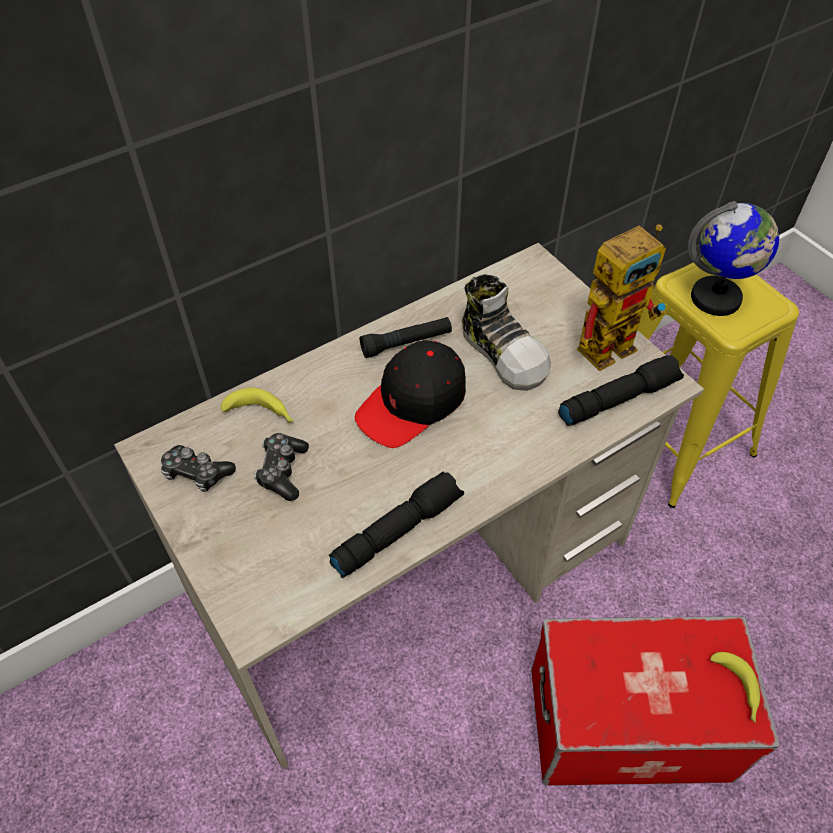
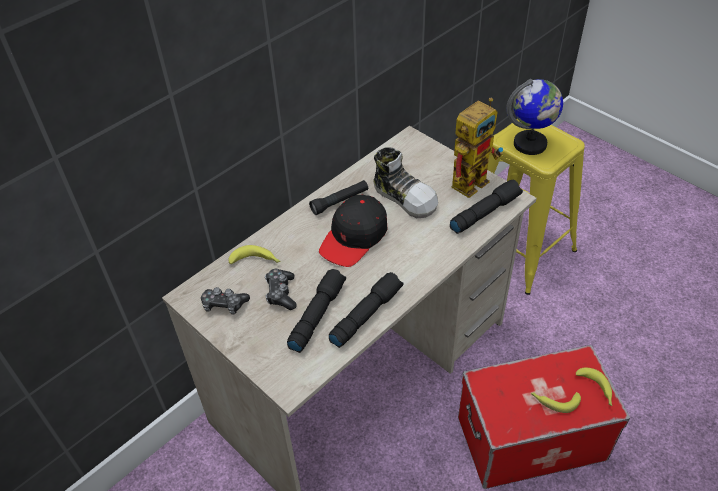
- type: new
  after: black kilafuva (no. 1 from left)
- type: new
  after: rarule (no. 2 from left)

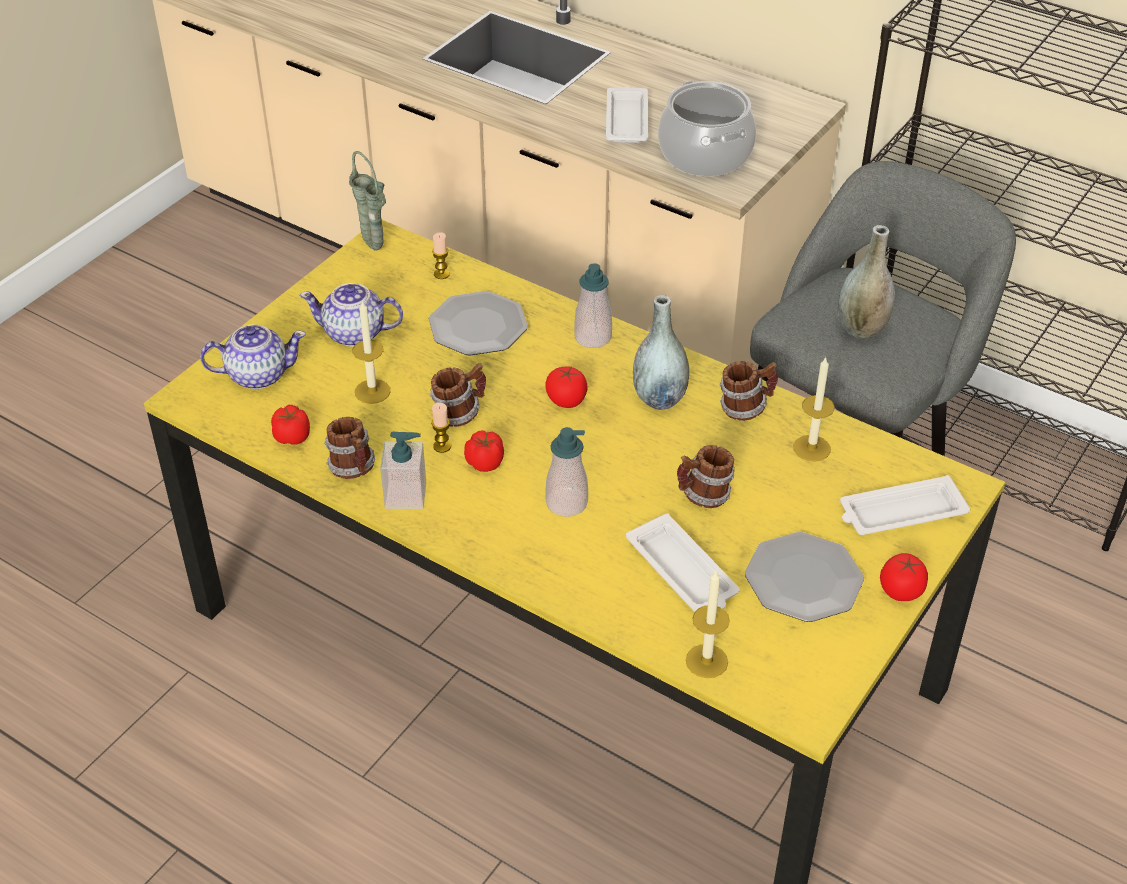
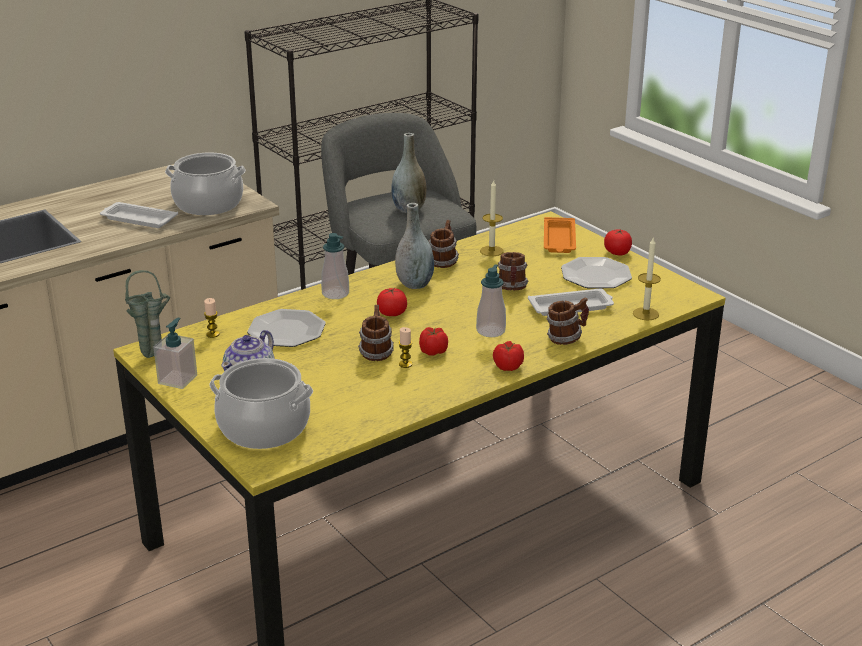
- type: gone
  before: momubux (no. 1 from left)
- type: swapped
  before: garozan (no. 1 from left)
  after: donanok (no. 2 from left)
- type: shifted
  before: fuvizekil (no. 1 from left in the first image)
  after: fuvizekil (no. 3 from left)
- type: shifted
  before: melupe (no. 1 from left in the first image)
  after: melupe (no. 4 from left)
- type: shifted
  before: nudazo (no. 1 from left)
- type: repainted
  before: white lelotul (no. 3 from left)
  after: orange lelotul

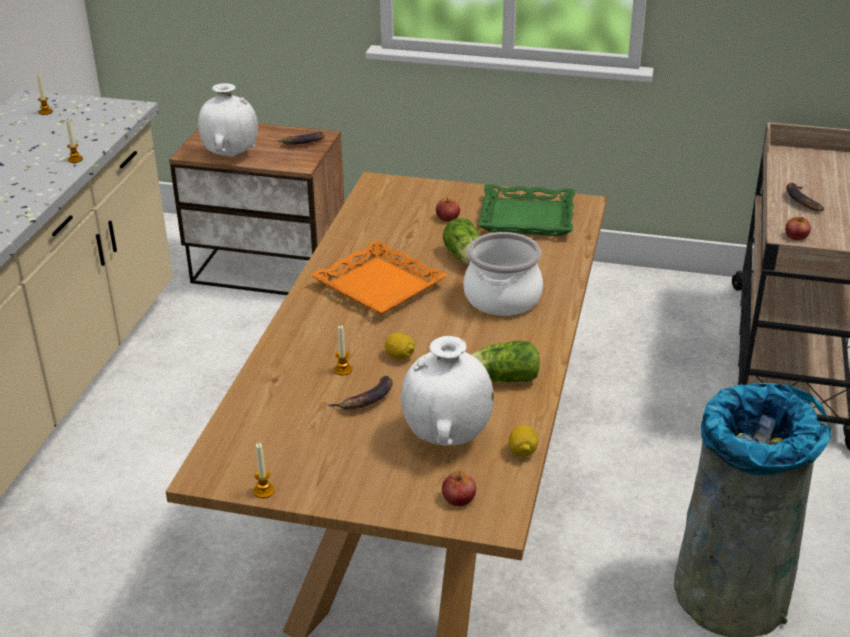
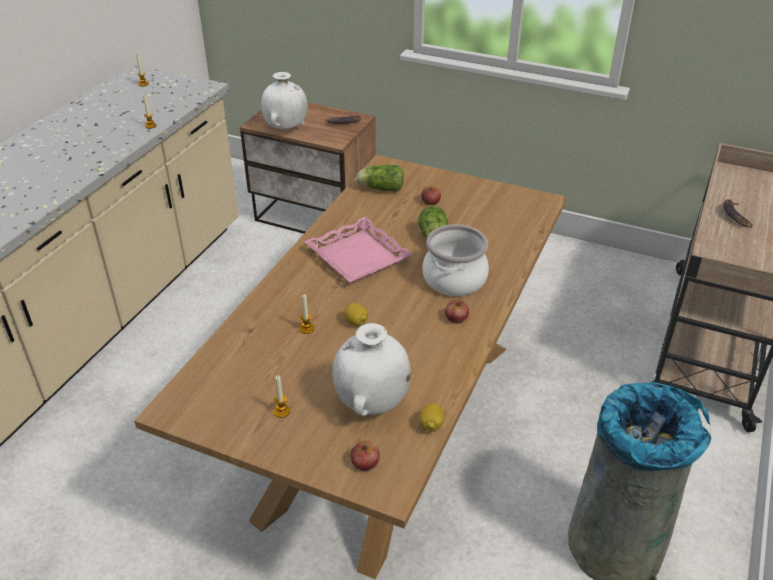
- type: gone
  before: green lelotul
- type: shifted
  before: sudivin (no. 3 from left)
- type: repainted
  before: orange lelotul
  after: pink lelotul
- type: shifted
  before: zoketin (no. 2 from left in the first image)
  after: zoketin (no. 1 from left)
- type: gone
  before: rarule (no. 2 from left)
- type: shifted
  before: momubux (no. 3 from left)

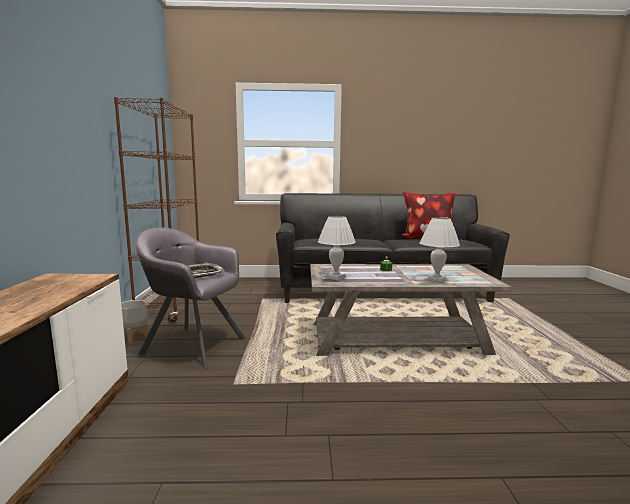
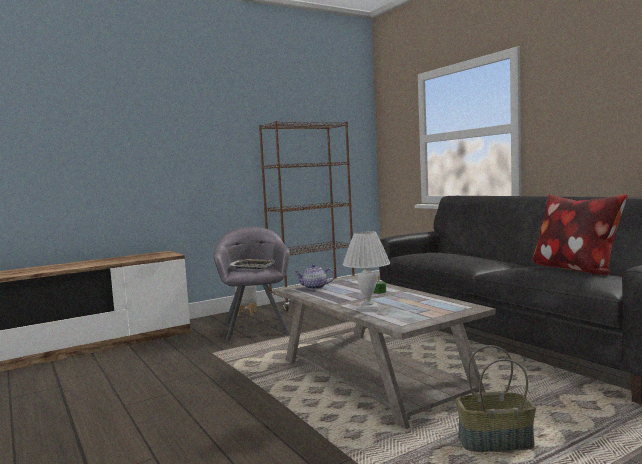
- type: swapped
  before: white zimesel (no. 1 from left)
  after: garozan
- type: new
  after: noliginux

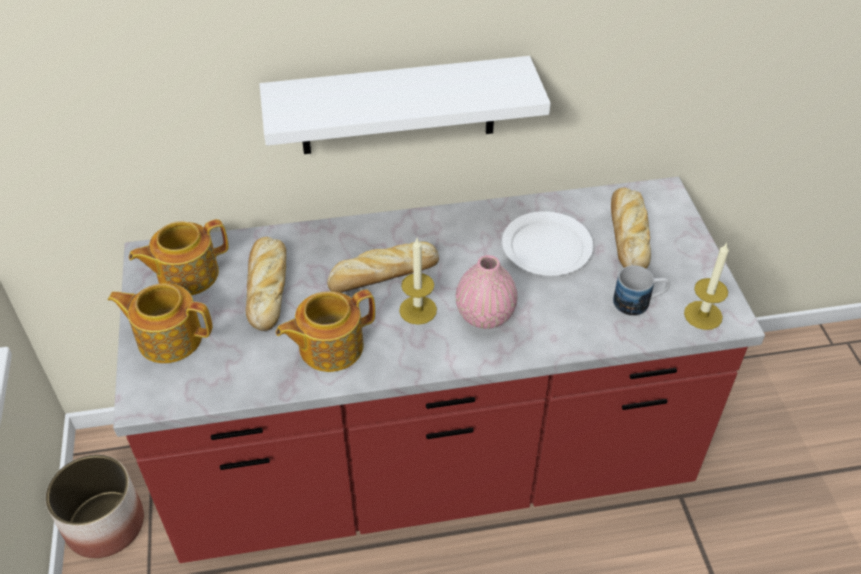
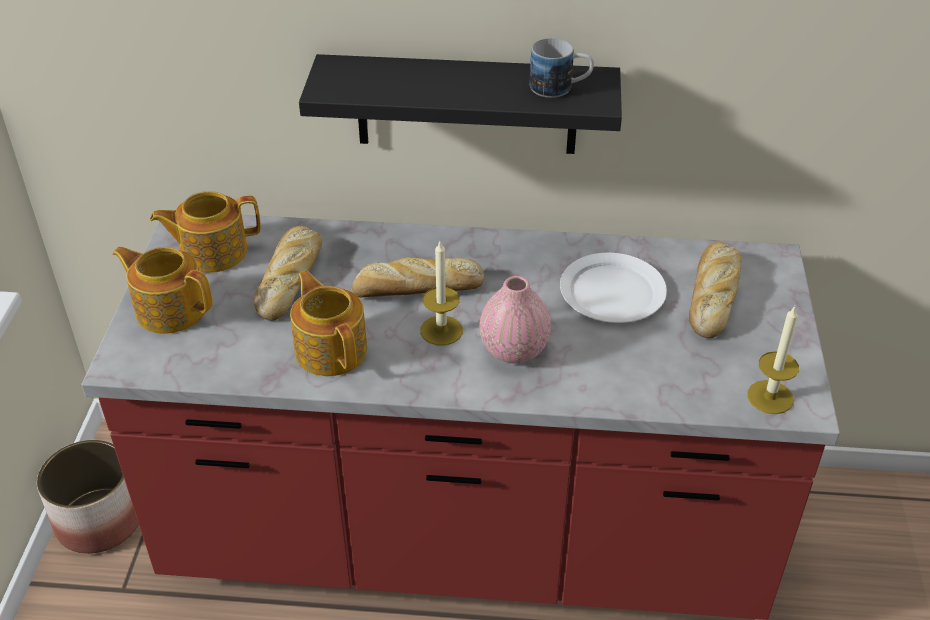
- type: repainted
  before: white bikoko
  after: black bikoko
- type: shifted
  before: melupe
- type: rotated
  before: garozan (no. 3 from left)
  turn: 75

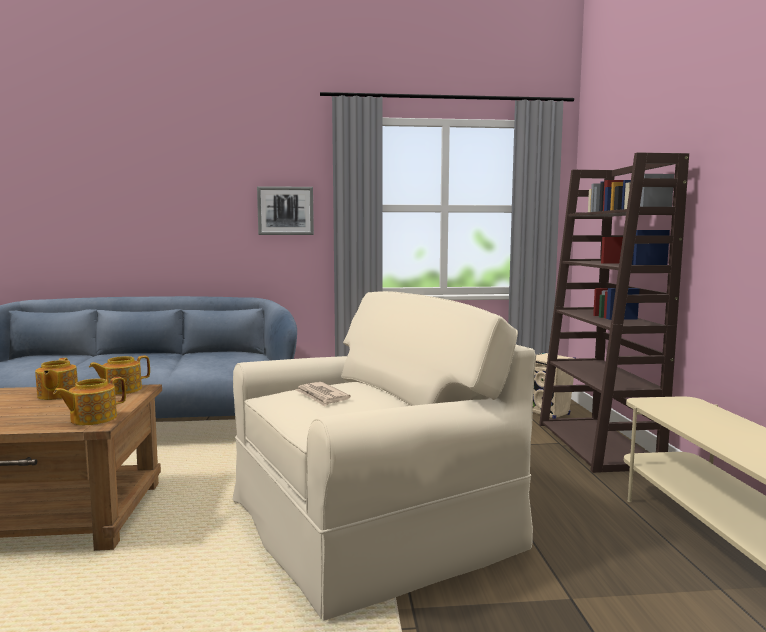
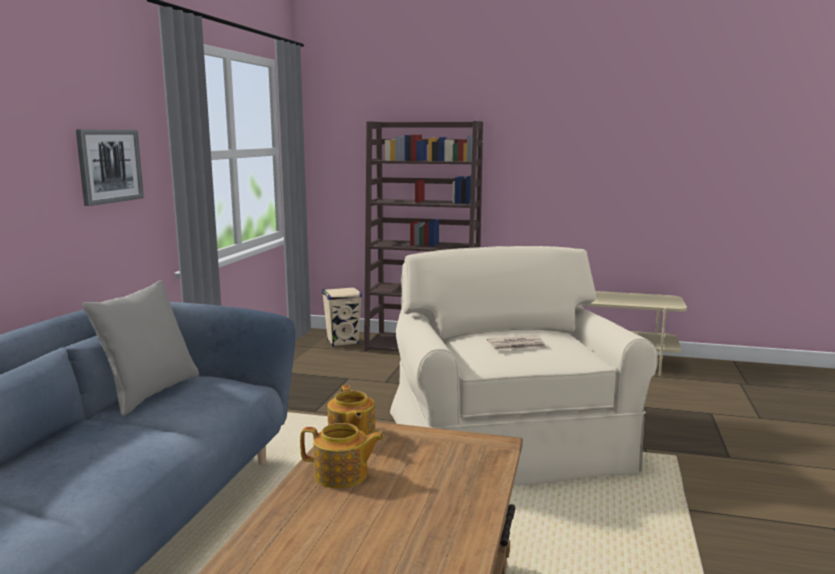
- type: gone
  before: garozan (no. 2 from left)
- type: new
  after: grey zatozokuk

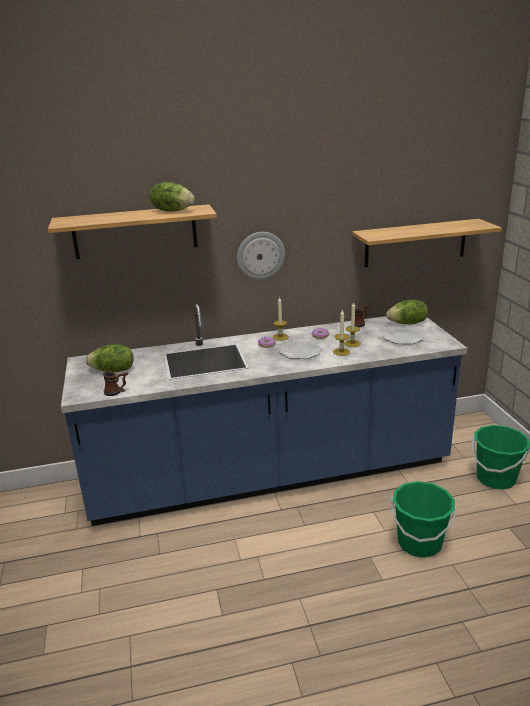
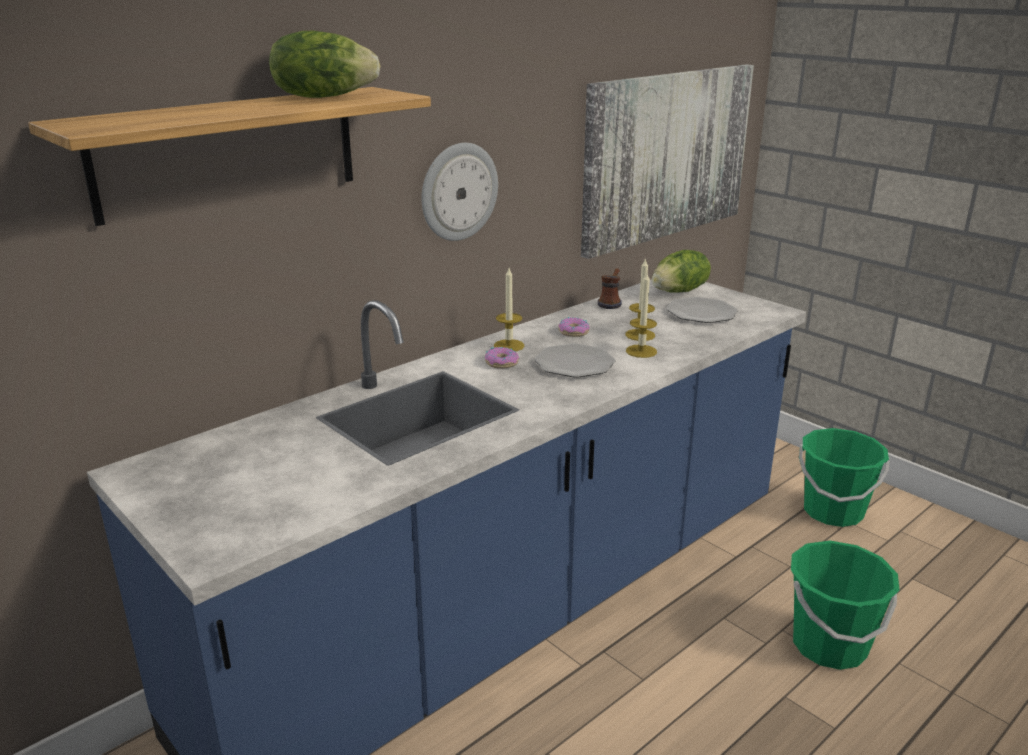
- type: swapped
  before: bikoko (no. 2 from left)
  after: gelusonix
- type: gone
  before: zoketin (no. 1 from left)
- type: gone
  before: melupe (no. 1 from left)

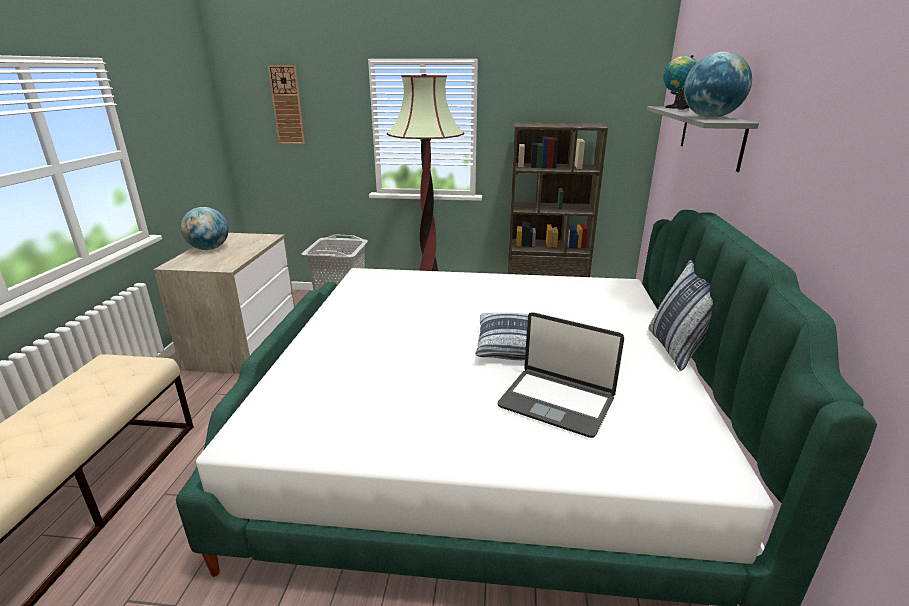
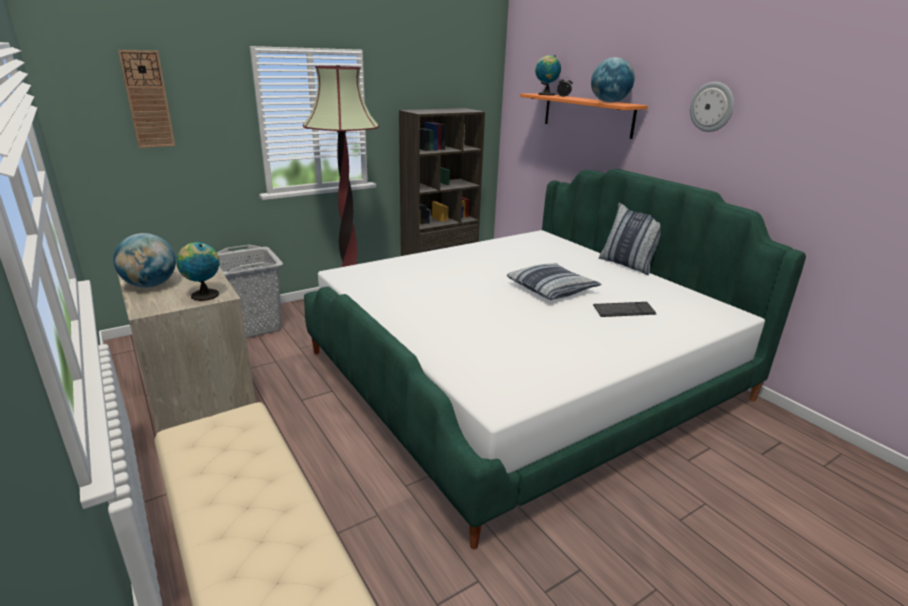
- type: repainted
  before: grey bikoko
  after: orange bikoko
- type: swapped
  before: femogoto
  after: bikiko
- type: new
  after: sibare (no. 2 from left)
- type: new
  after: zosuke (no. 2 from left)

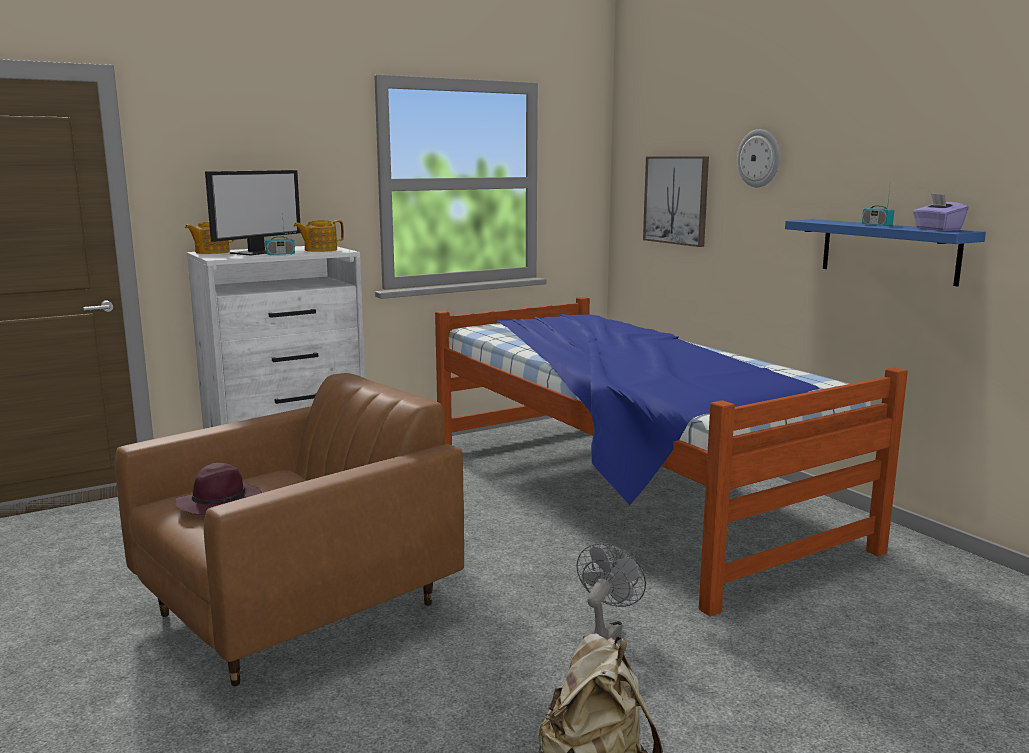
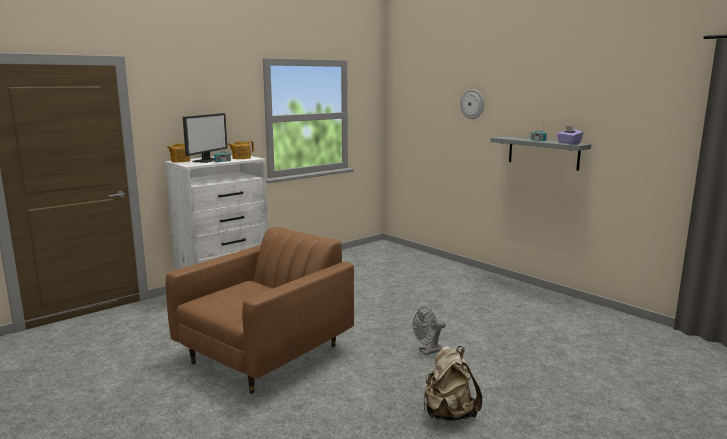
- type: gone
  before: gelusonix
- type: repainted
  before: blue bikoko
  after: grey bikoko
- type: gone
  before: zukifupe
- type: gone
  before: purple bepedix
- type: rotated
  before: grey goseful
  turn: -135

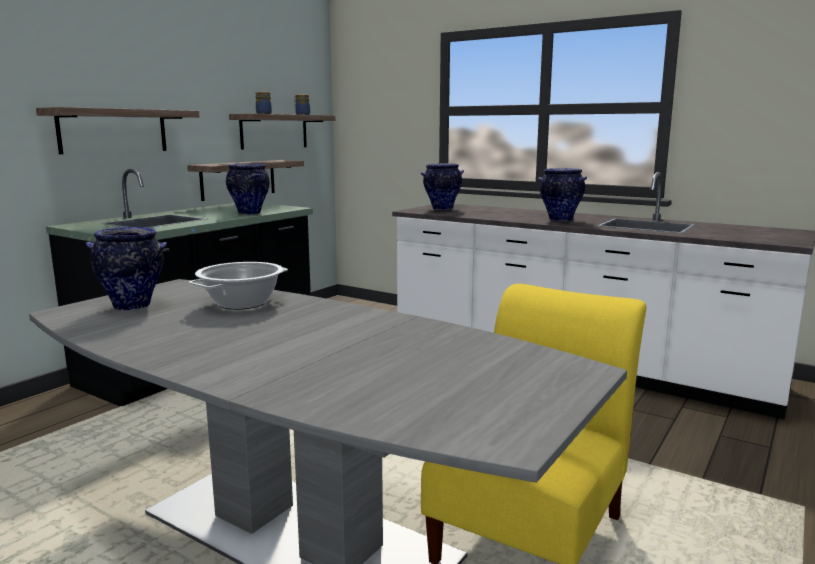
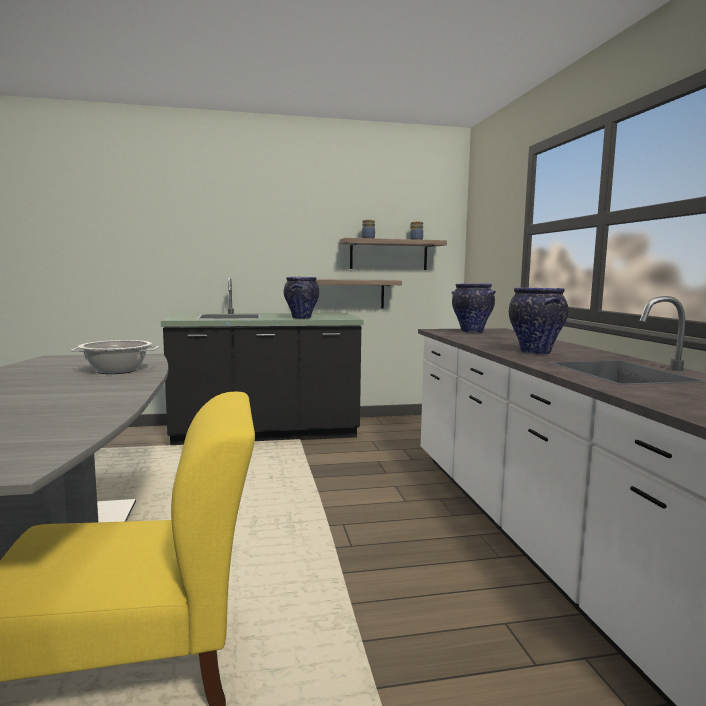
- type: gone
  before: bikoko (no. 1 from left)
- type: gone
  before: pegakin (no. 1 from left)

